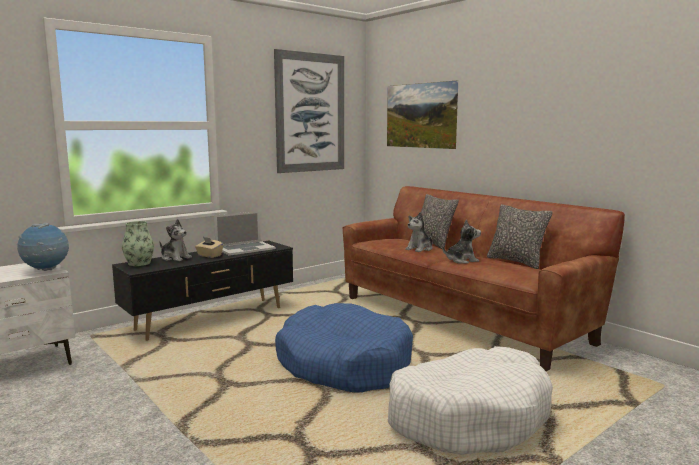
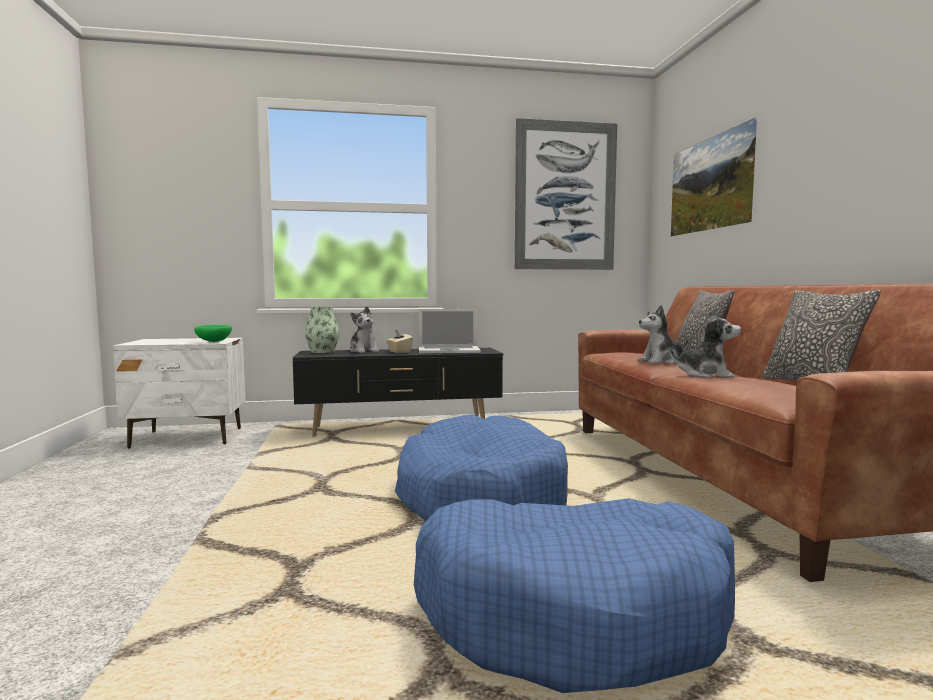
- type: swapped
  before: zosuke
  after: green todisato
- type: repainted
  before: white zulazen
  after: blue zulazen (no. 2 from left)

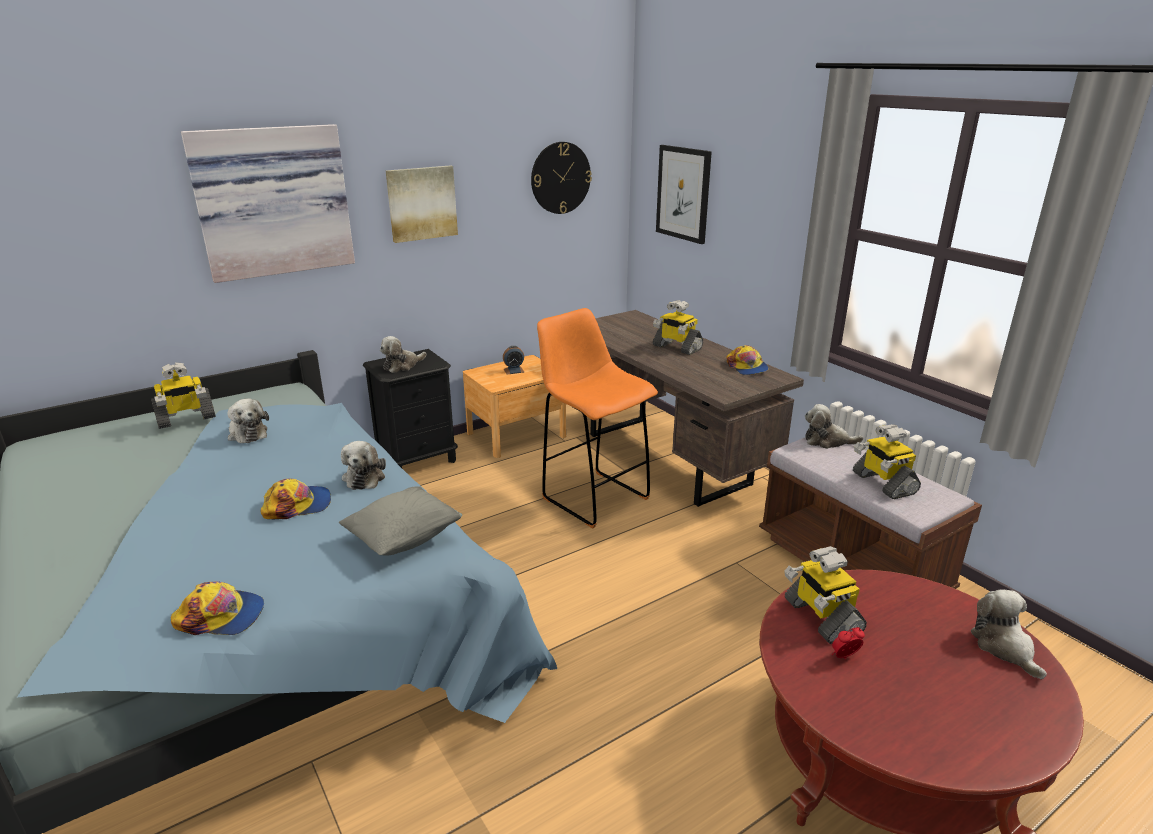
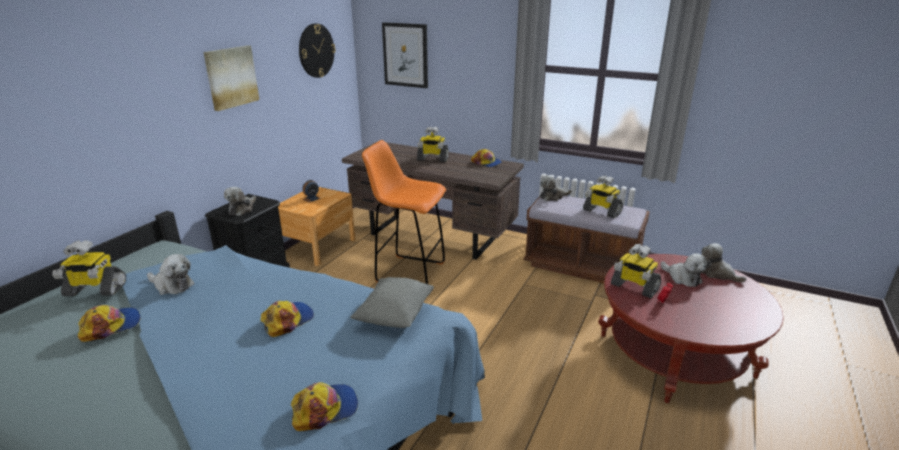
- type: gone
  before: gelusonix (no. 1 from left)
- type: rotated
  before: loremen (no. 1 from left)
  turn: 60
- type: shifted
  before: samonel (no. 2 from left in the first image)
  after: samonel (no. 4 from left)
- type: new
  after: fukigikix (no. 1 from left)

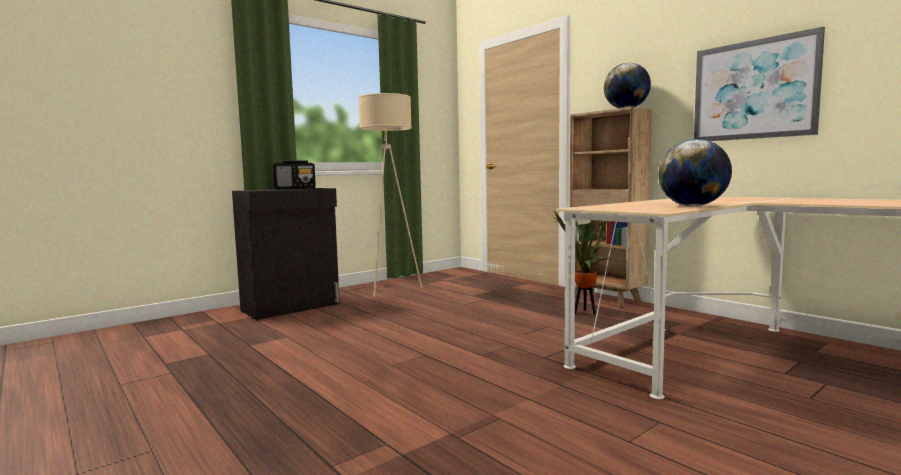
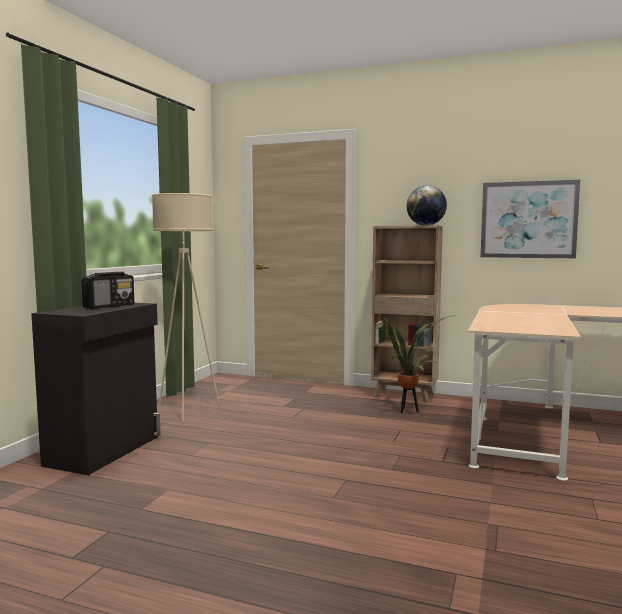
- type: gone
  before: zosuke (no. 2 from left)

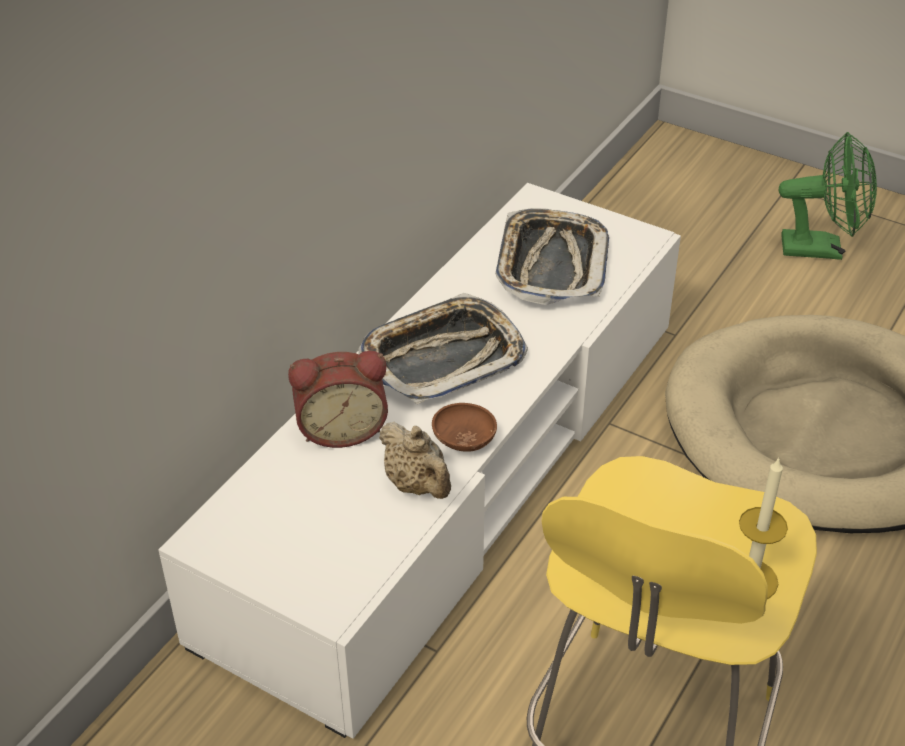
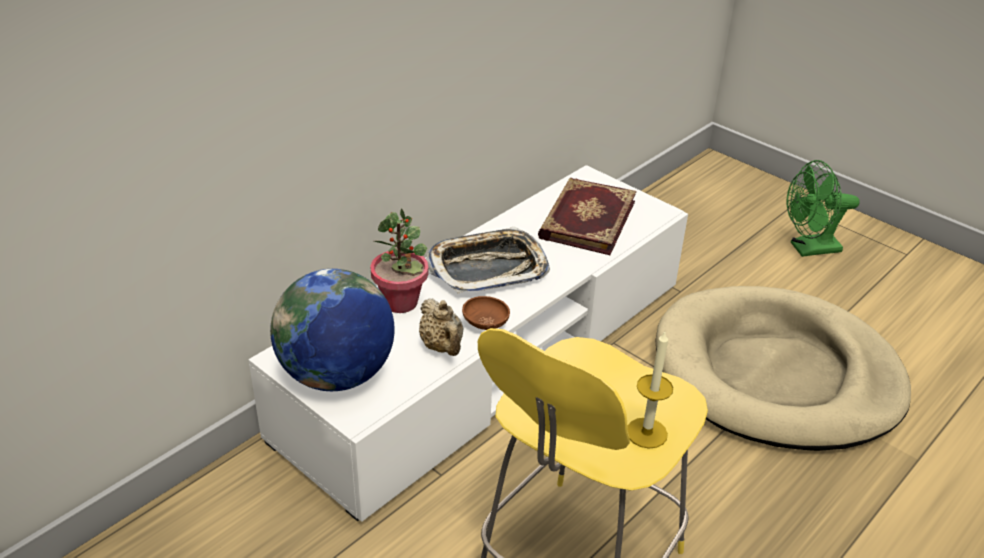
- type: rotated
  before: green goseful
  turn: 150
- type: swapped
  before: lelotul (no. 2 from left)
  after: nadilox
- type: swapped
  before: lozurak
  after: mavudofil
- type: new
  after: zosuke

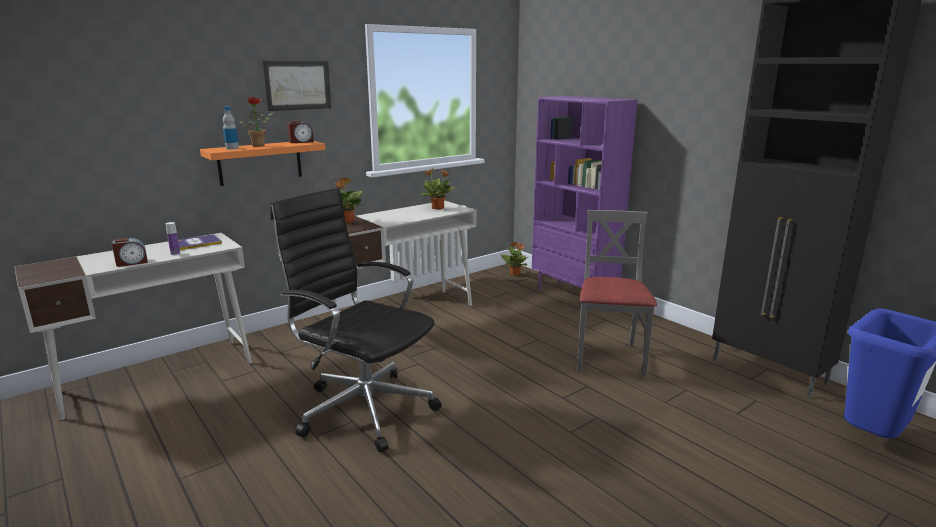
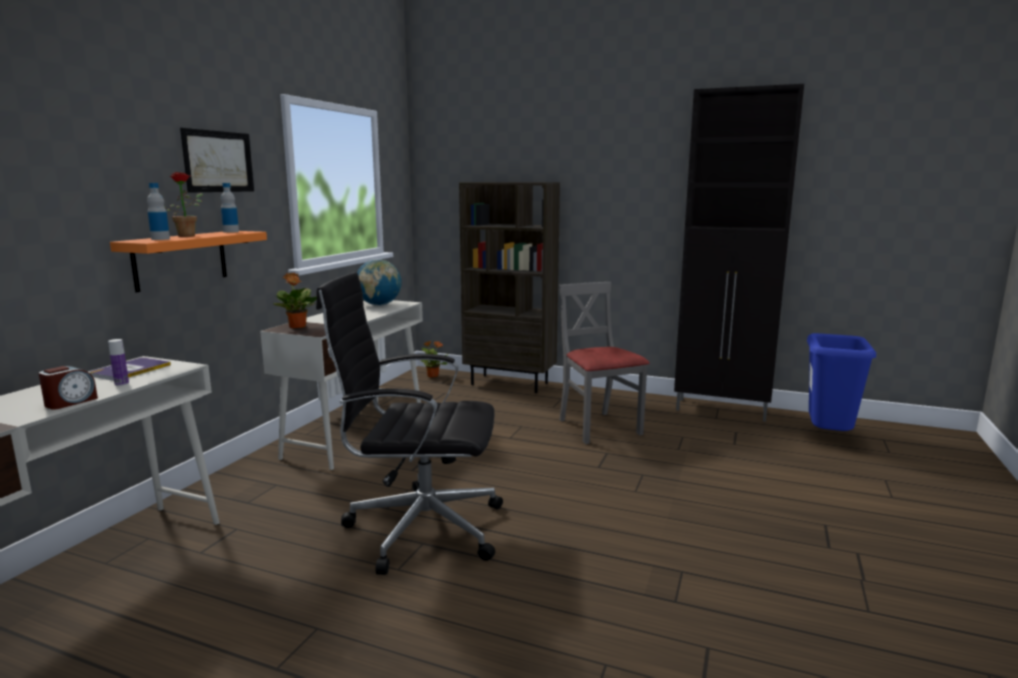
- type: repainted
  before: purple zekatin
  after: brown zekatin
- type: swapped
  before: lozurak (no. 2 from left)
  after: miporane (no. 3 from left)
- type: swapped
  before: mavudofil (no. 3 from left)
  after: zosuke

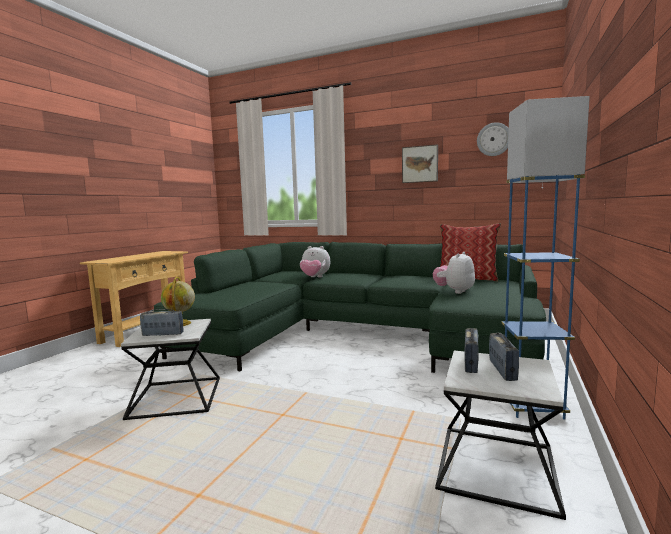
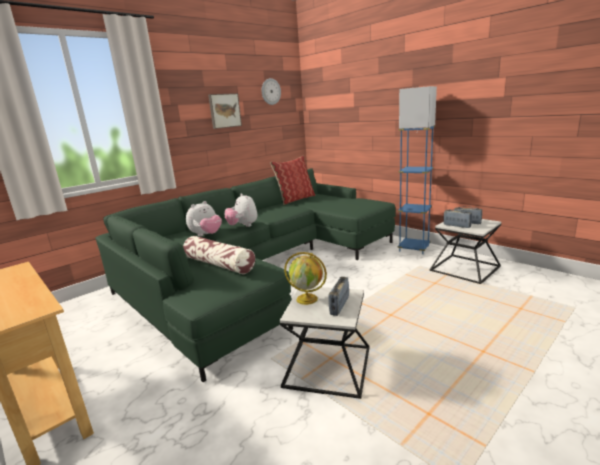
- type: shifted
  before: samonel (no. 2 from left)
- type: new
  after: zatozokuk (no. 1 from left)

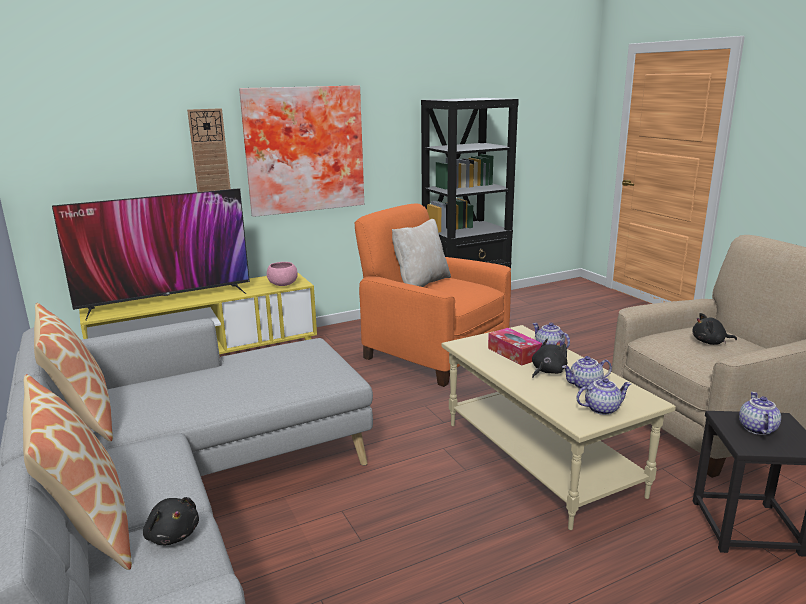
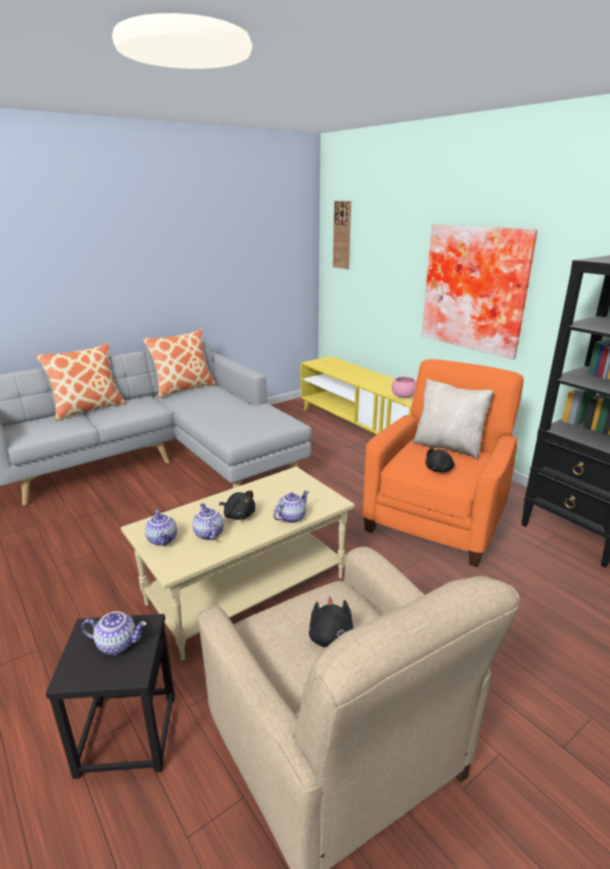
- type: shifted
  before: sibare
- type: gone
  before: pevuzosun
- type: gone
  before: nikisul
- type: shifted
  before: black samonel (no. 1 from left in the first image)
  after: black samonel (no. 3 from left)

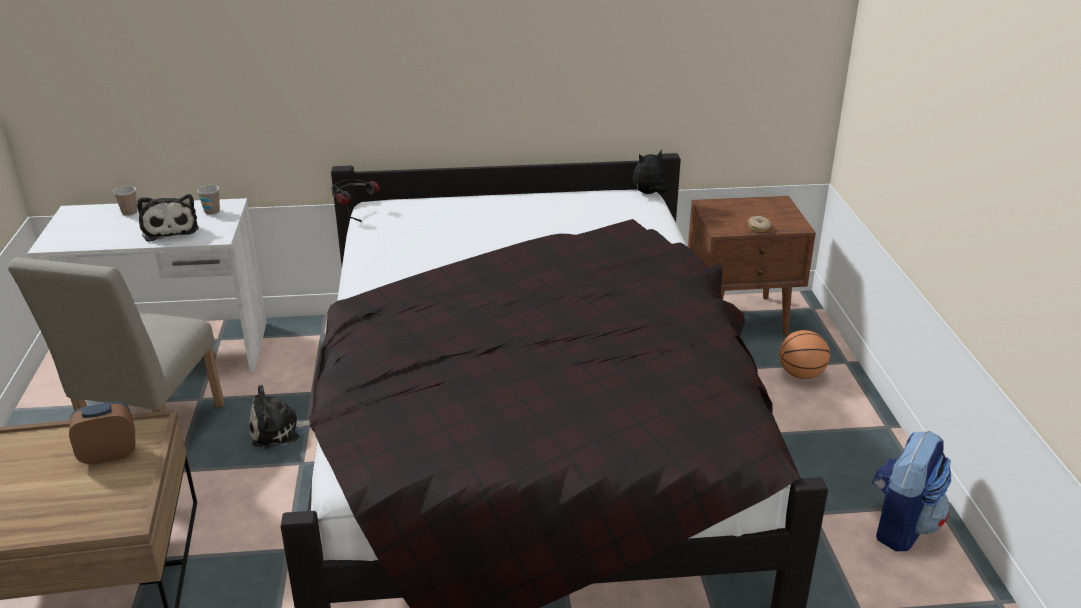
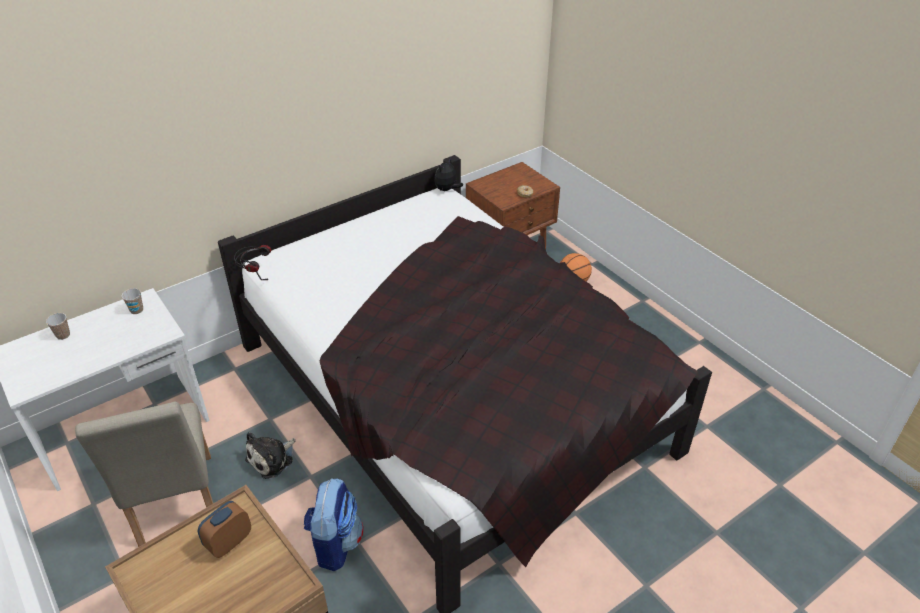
- type: gone
  before: samonel (no. 1 from left)
- type: shifted
  before: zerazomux

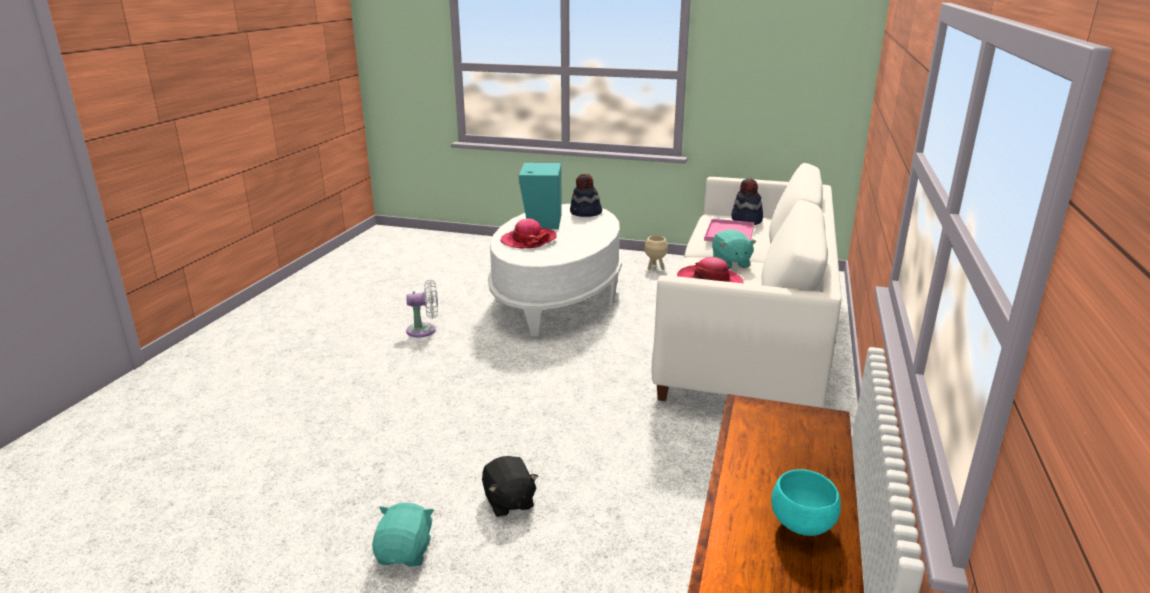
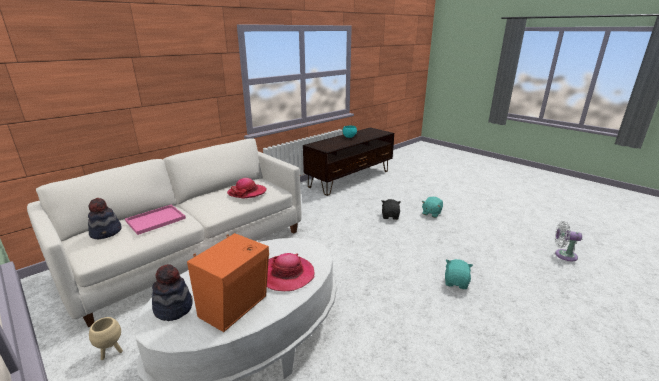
- type: repainted
  before: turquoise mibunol
  after: orange mibunol
- type: shifted
  before: turquoise samonel (no. 2 from left)
- type: shifted
  before: white goseful

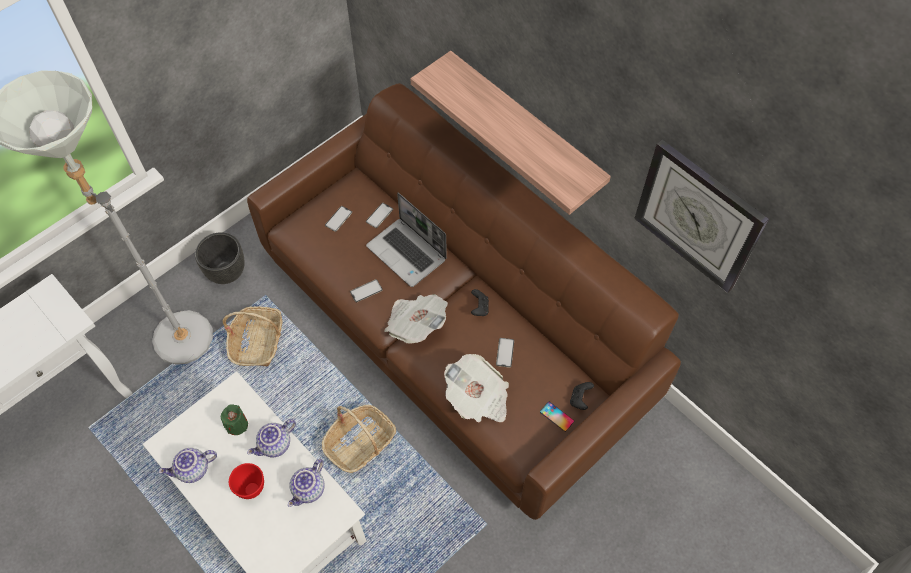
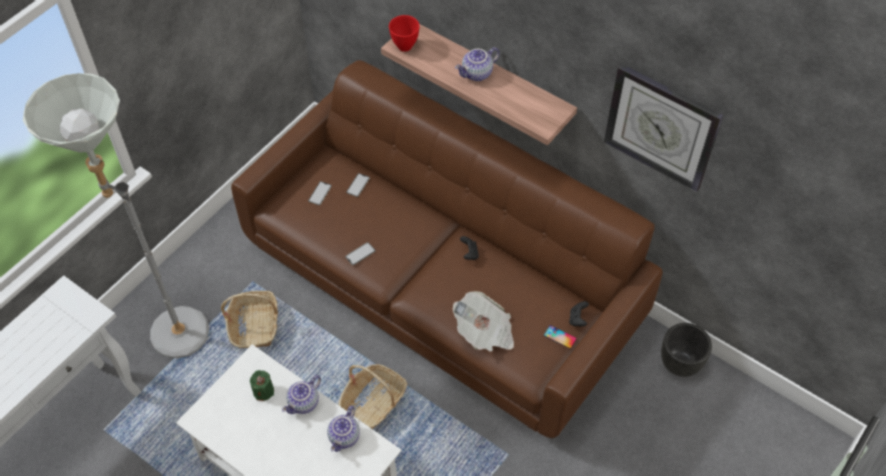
- type: gone
  before: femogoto
- type: shifted
  before: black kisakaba
- type: gone
  before: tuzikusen (no. 1 from left)
- type: gone
  before: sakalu (no. 4 from left)
- type: shifted
  before: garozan (no. 1 from left in the first image)
  after: garozan (no. 3 from left)
- type: shifted
  before: red todisato

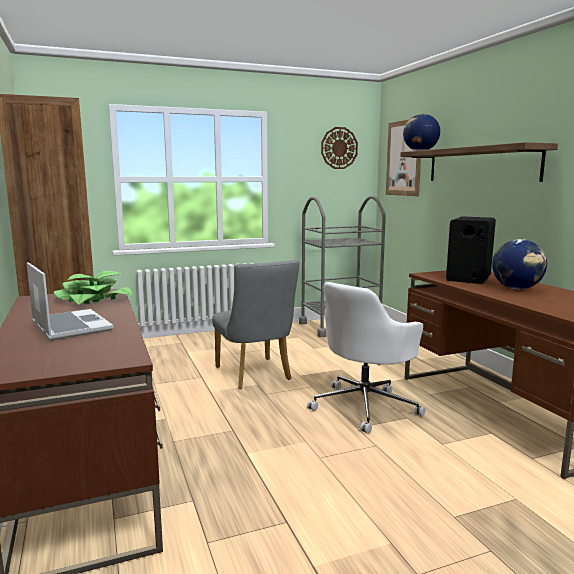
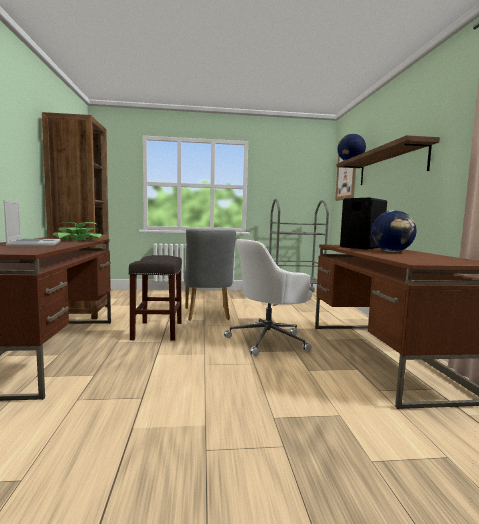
- type: gone
  before: sibare
- type: new
  after: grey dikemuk

